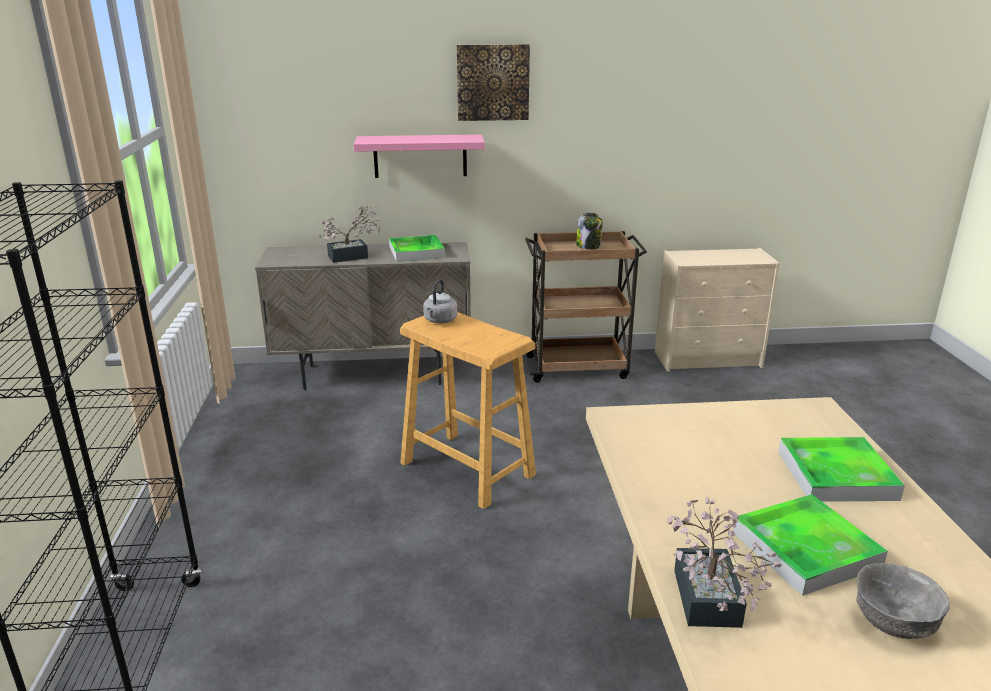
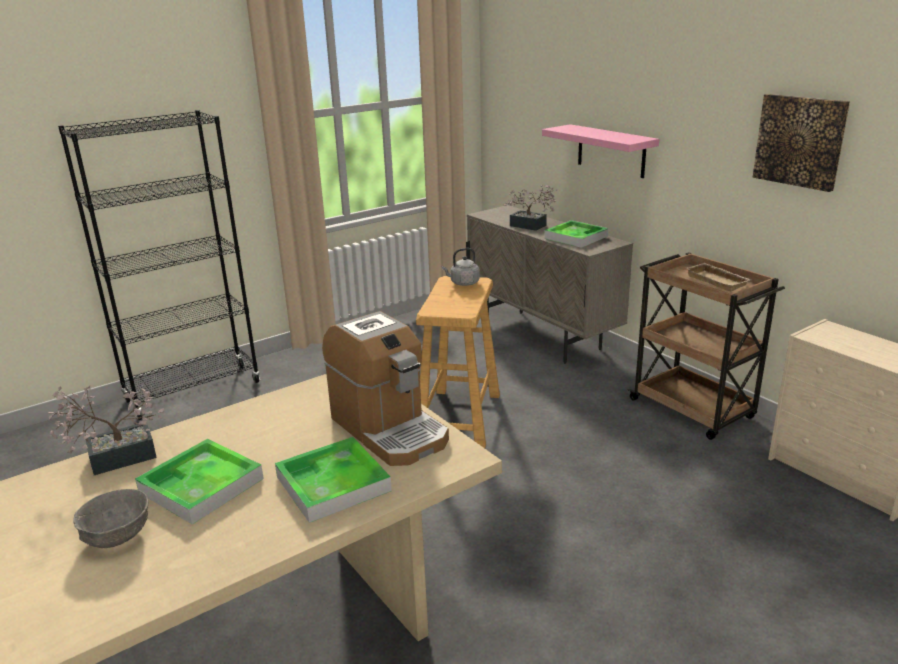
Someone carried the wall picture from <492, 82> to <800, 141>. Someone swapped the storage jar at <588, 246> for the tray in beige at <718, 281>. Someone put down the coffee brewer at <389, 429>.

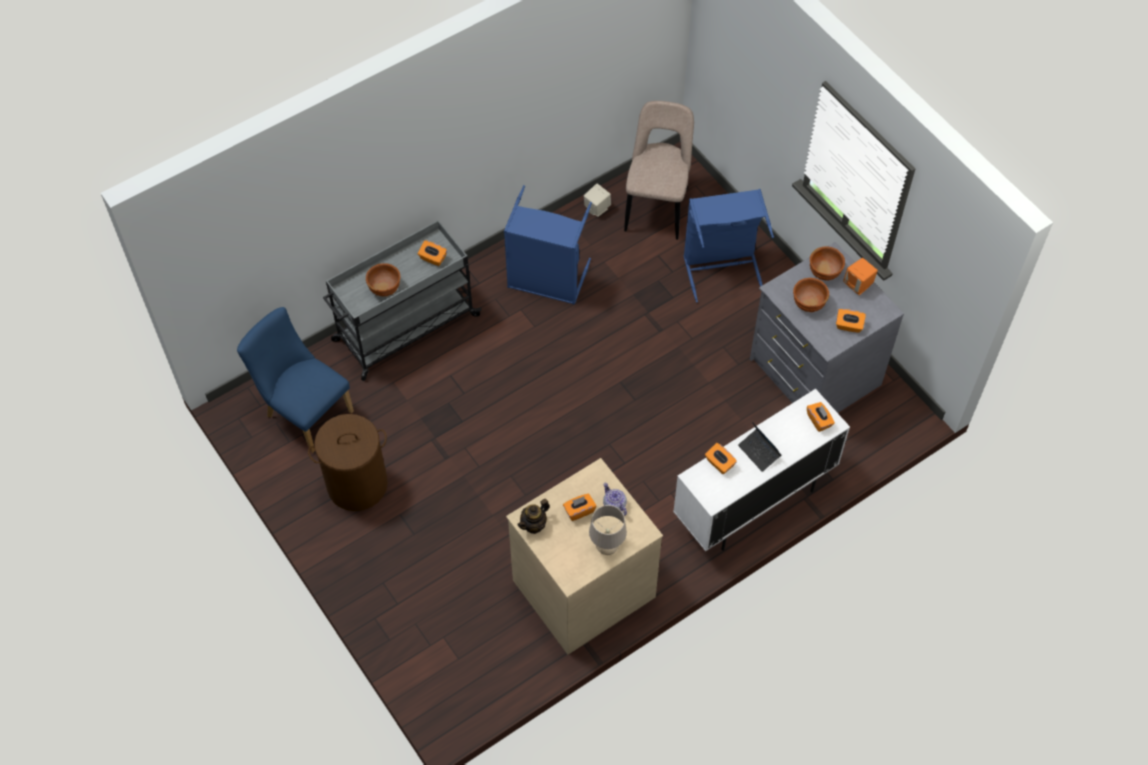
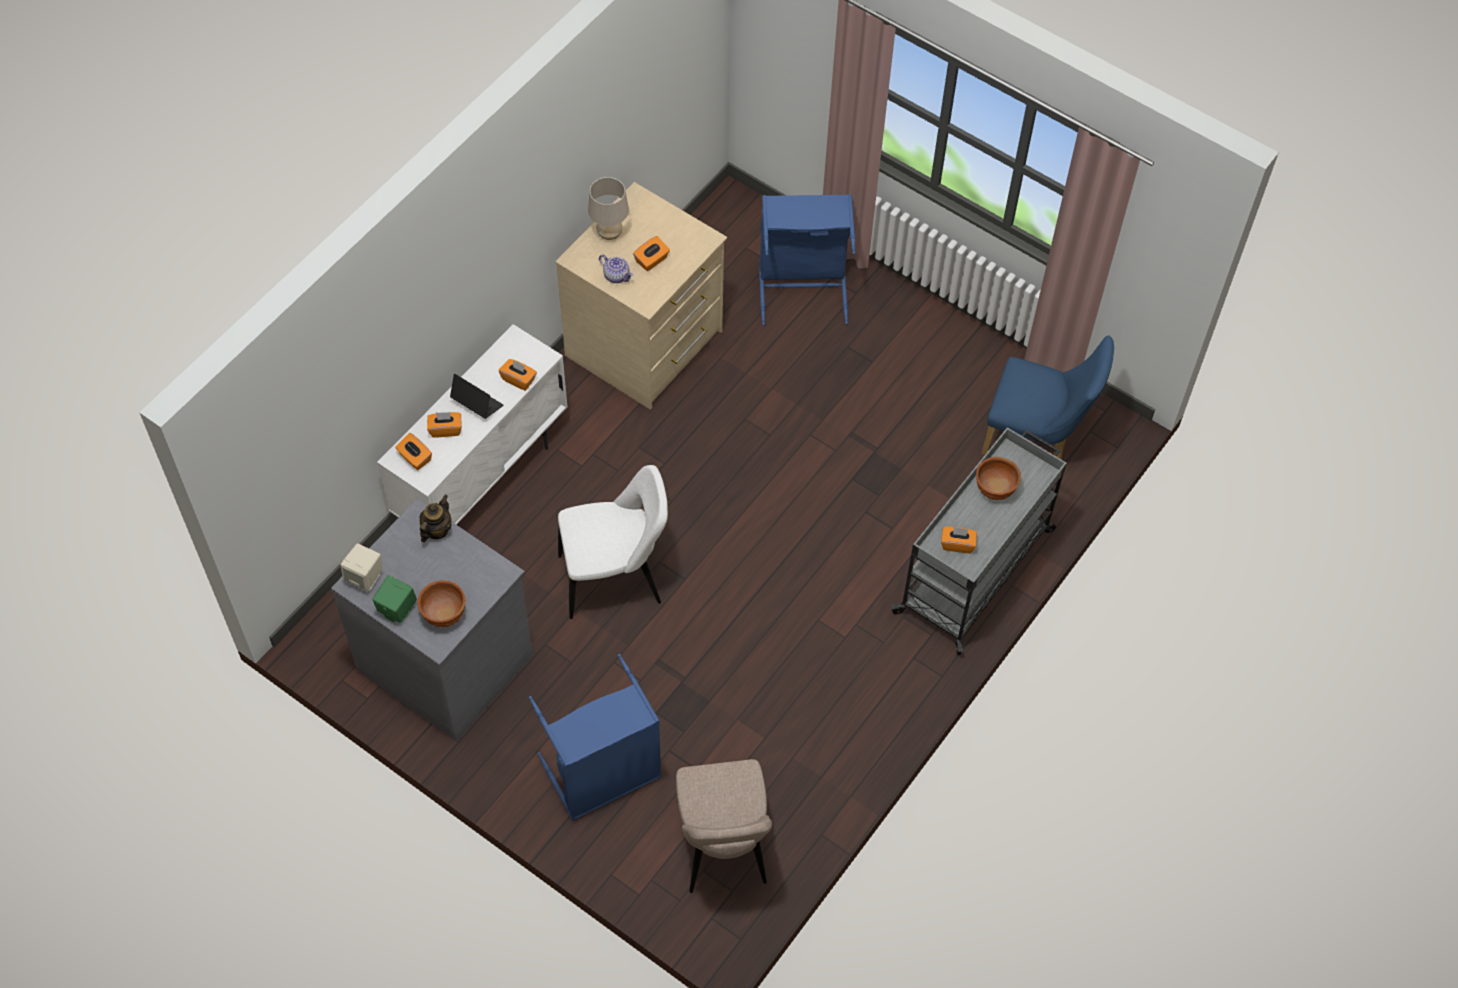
Someone carried the audio speaker in beige from <596, 208> to <365, 577>. Someone carried the washing basket in blue-coloured from <546, 281> to <802, 287>. Someone repainted the audio speaker in orangey at <858, 285>, which became the audio speaker in green-coloured at <396, 609>. Someone took away the deep dish in brown-coloured at <808, 303>. Someone carried the tissue box in orangey from <849, 326> to <445, 429>. Someone took away the washing basket in brown-coloured at <357, 485>. Someone carried the pot for tea from <534, 525> to <436, 530>. Someone put down the plain chair in white at <615, 579>.

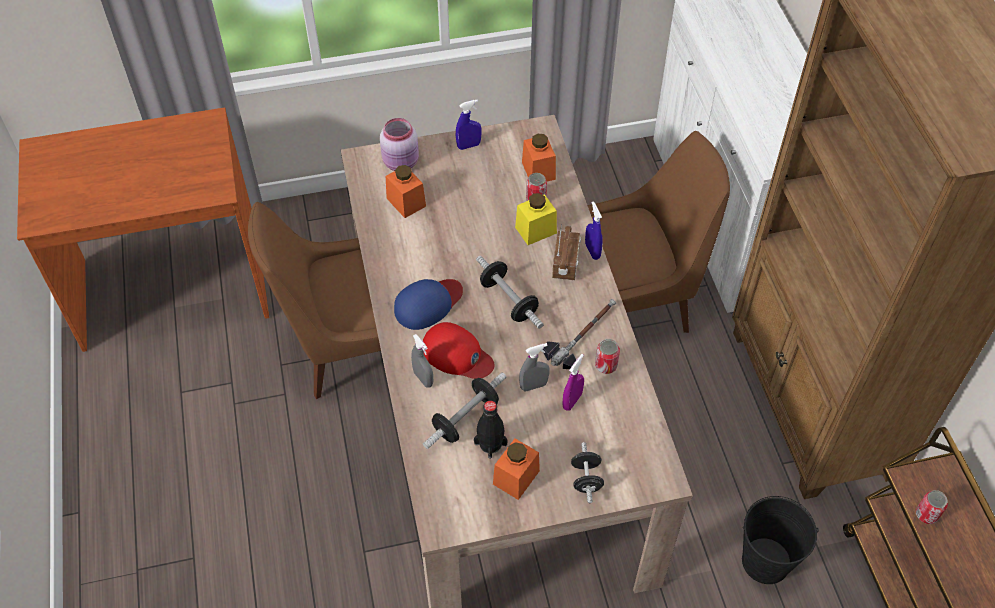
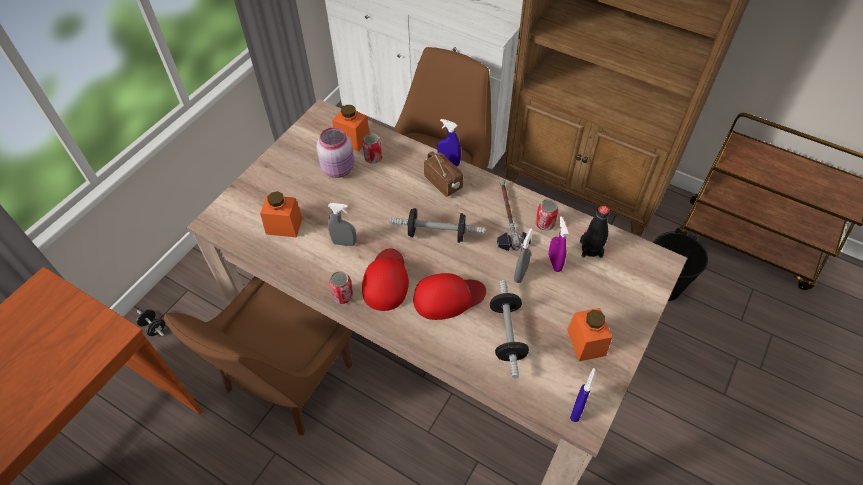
Someone carried the hand sprayer in blue-coloured from <469, 145> to <577, 410>. Someone carried the storage jar in pinkish from <402, 163> to <339, 168>. Someone took away the storage jar in yellow at <536, 230>. Someone repainted the peaked cap in blue-coloured at <428, 304>, which became the peaked cap in red-coloured at <386, 281>. Someone carried the hand sprayer in greyish from <423, 378> to <344, 243>. Someone carried the bottle in blackish from <490, 444> to <590, 249>. Someone carried the hand weight in blackish from <586, 479> to <154, 327>. Someone carried the sealed can from <926, 514> to <343, 296>.

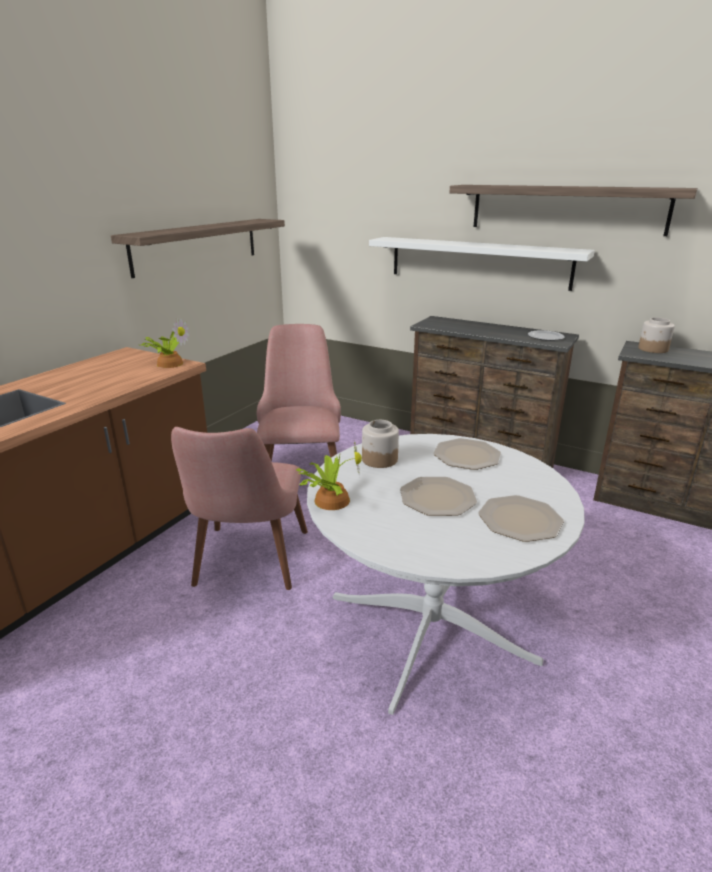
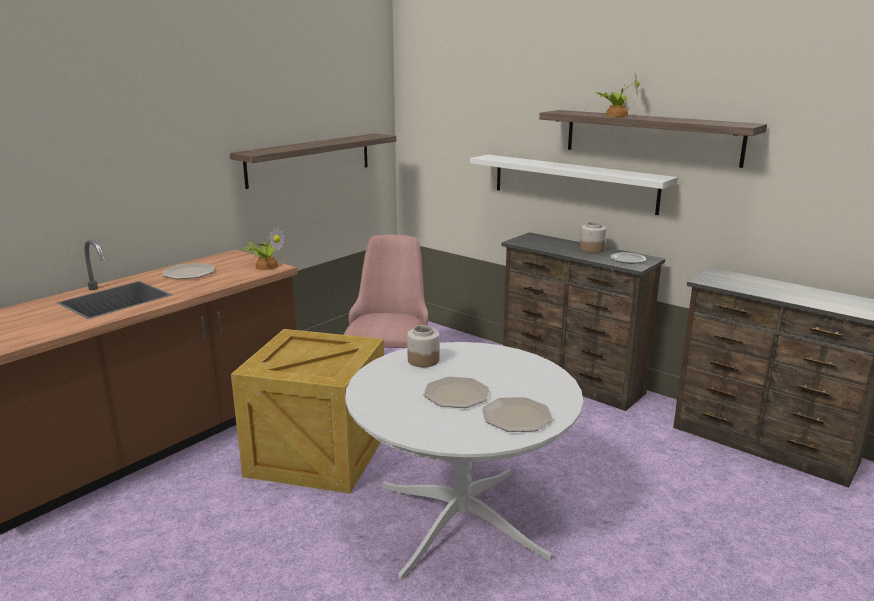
Someone carried the storage jar from <653, 349> to <591, 249>. Someone swapped the plain chair in pinkish at <248, 567> for the shipping crate at <315, 454>. Someone carried the dinner plate from <467, 455> to <189, 272>. Someone carried the houseplant from <330, 500> to <615, 115>.

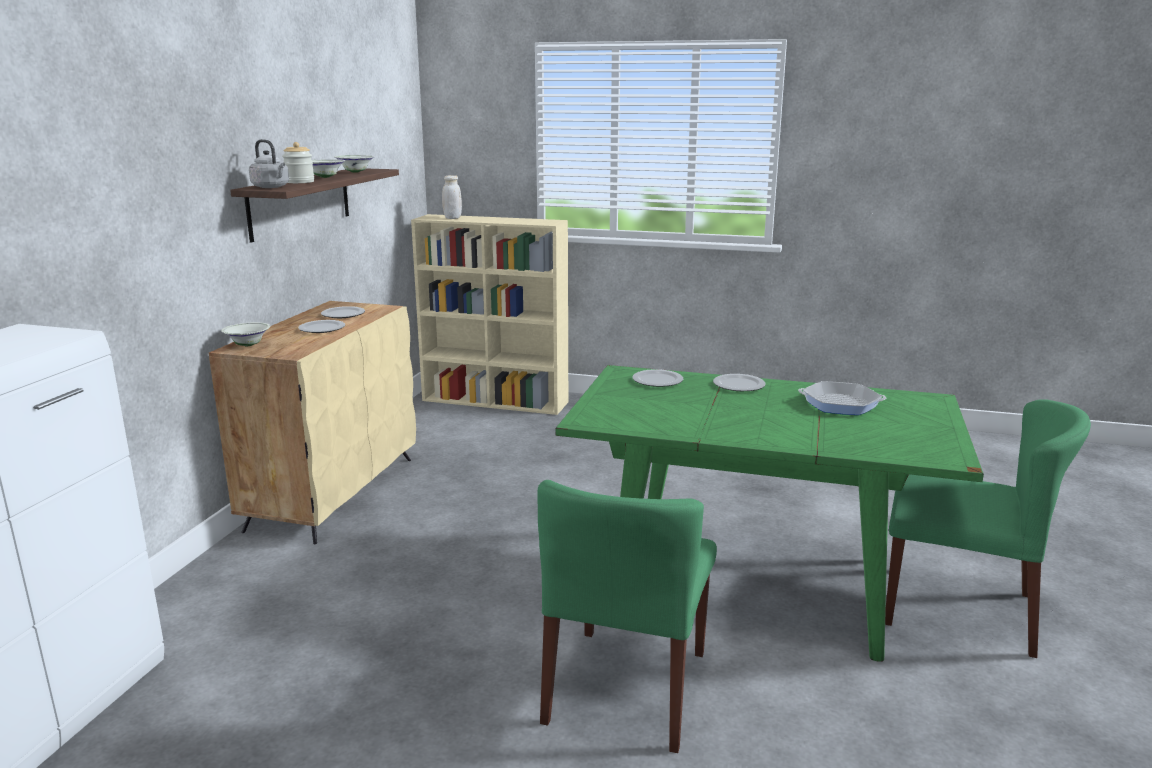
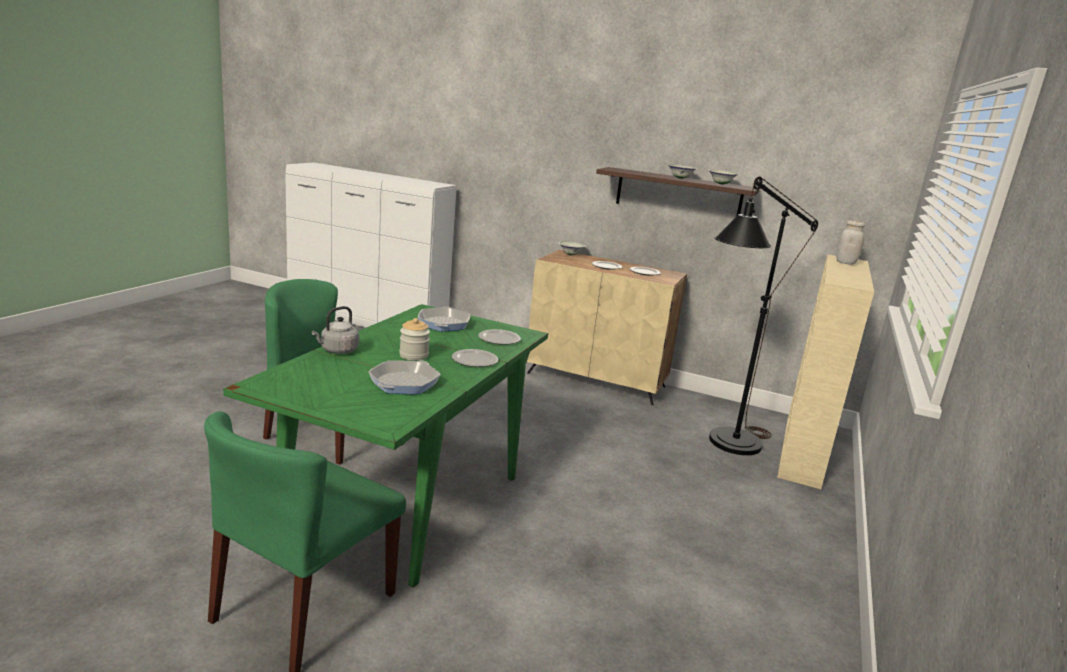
Someone carried the kettle in greyish from <272, 187> to <337, 351>. Someone carried the storage jar from <299, 182> to <414, 355>. Someone put down the standard lamp in blackish at <726, 446>. Someone put down the pan at <443, 324>.

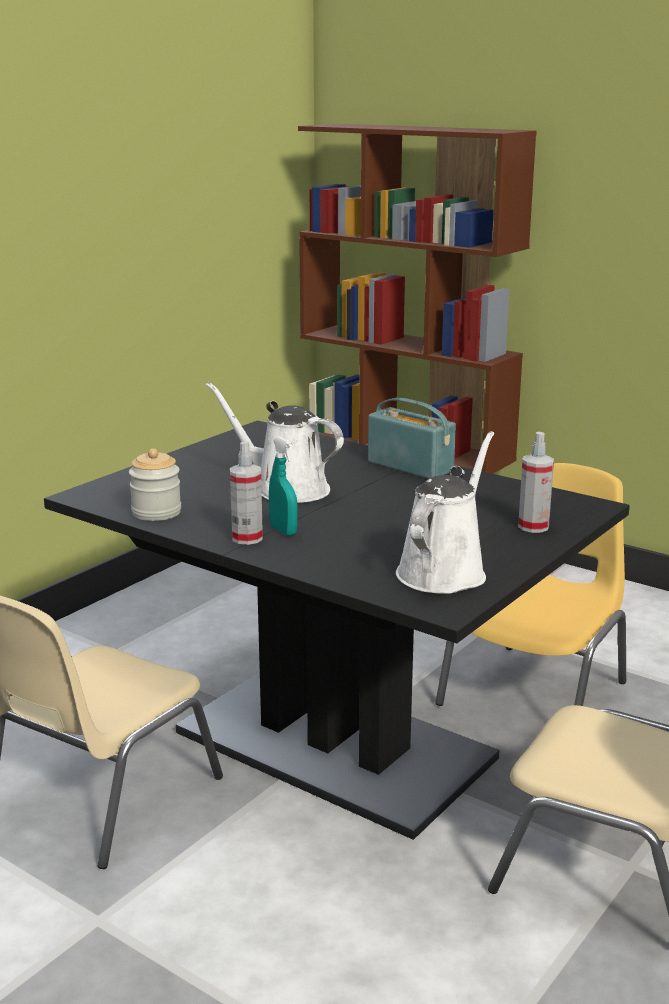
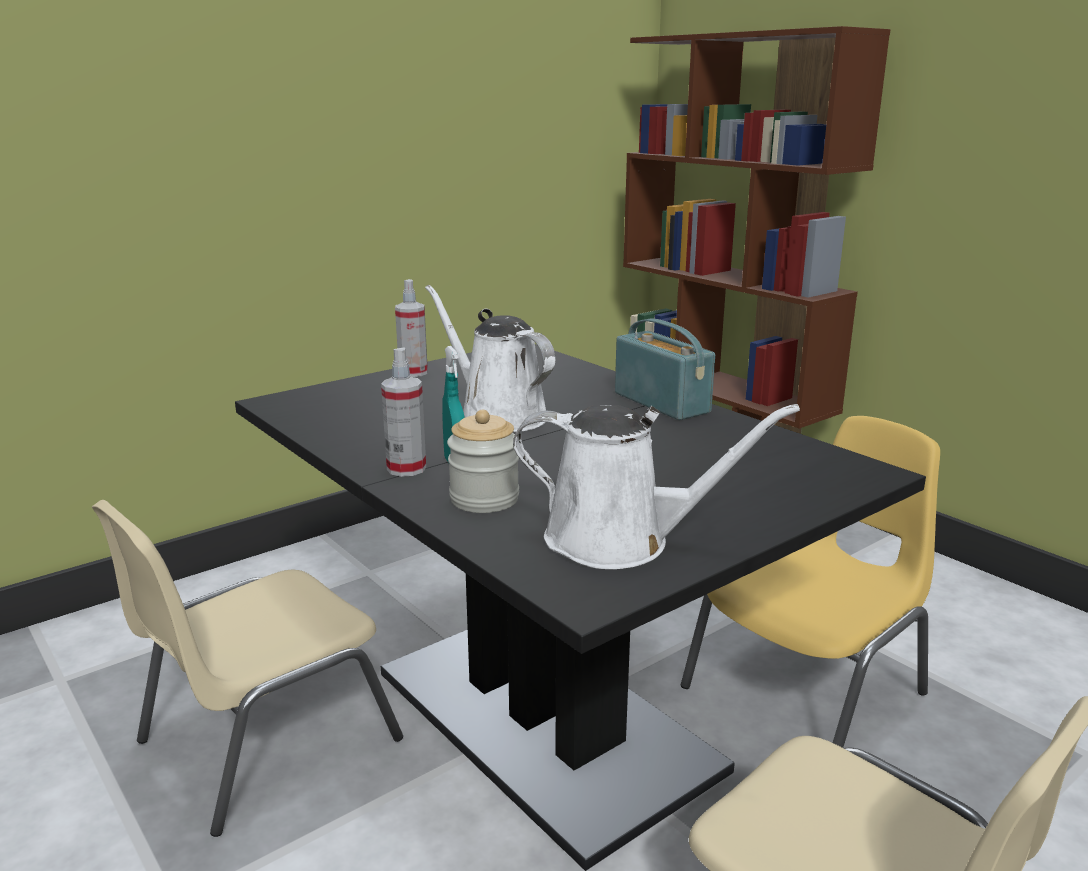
Someone rotated the sprinkling can in white at <444, 571> by 60 degrees clockwise. Someone carried the hand sprayer from <533, 526> to <413, 372>. Someone carried the storage jar from <156, 512> to <484, 499>.

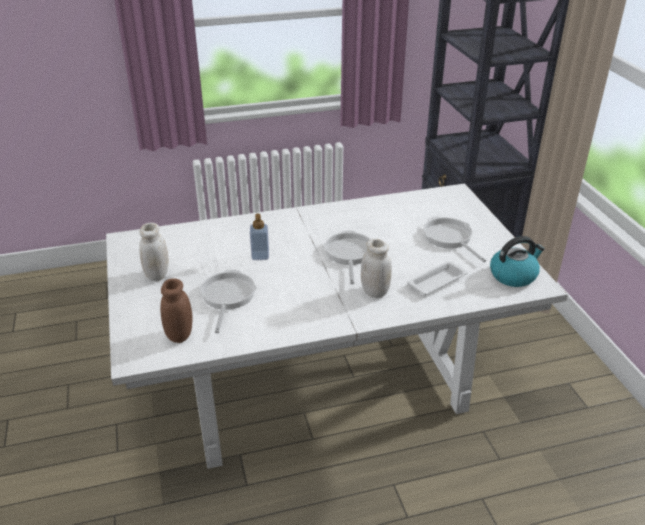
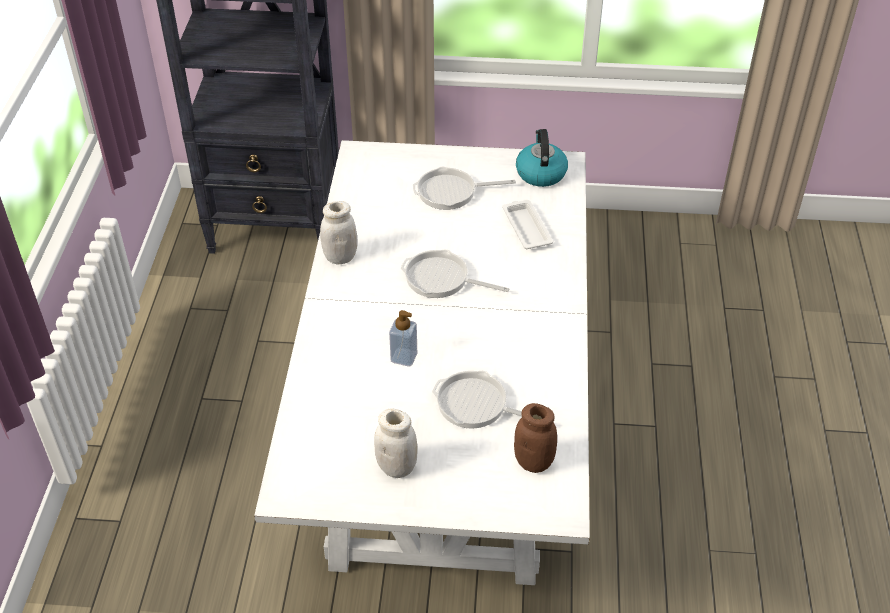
Someone carried the storage jar in white from <375, 292> to <340, 257>.

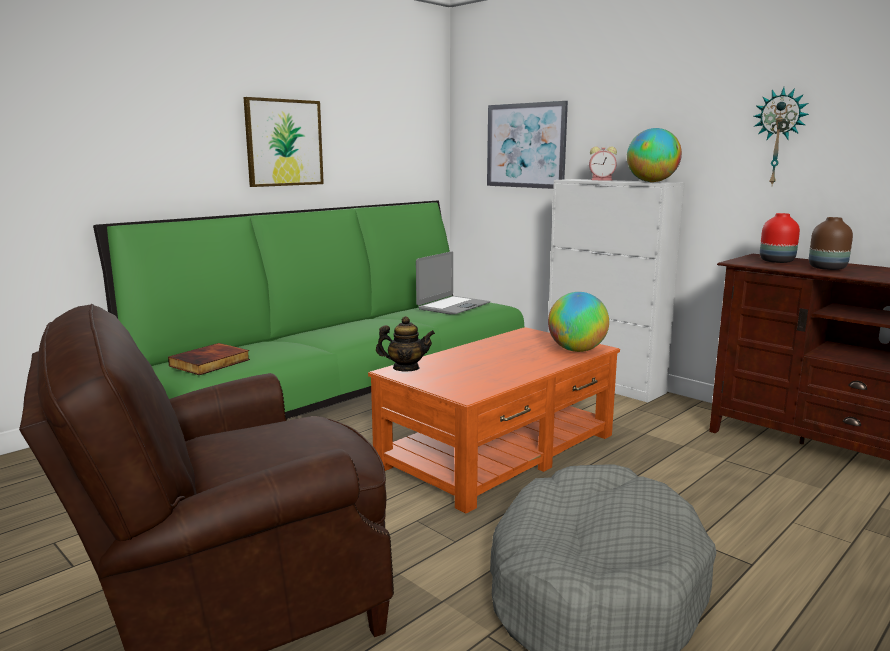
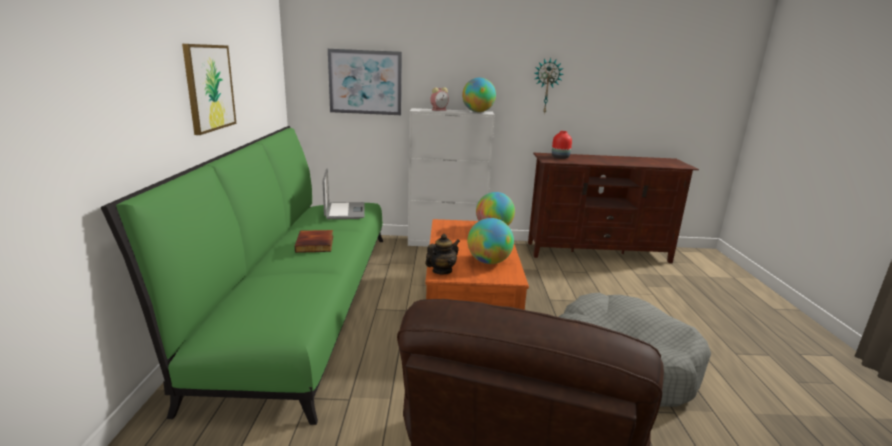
Someone took away the vase in brown-coloured at <827, 268>. Someone carried the bound book from <210, 363> to <316, 244>. Someone put down the desk globe at <489, 262>.

